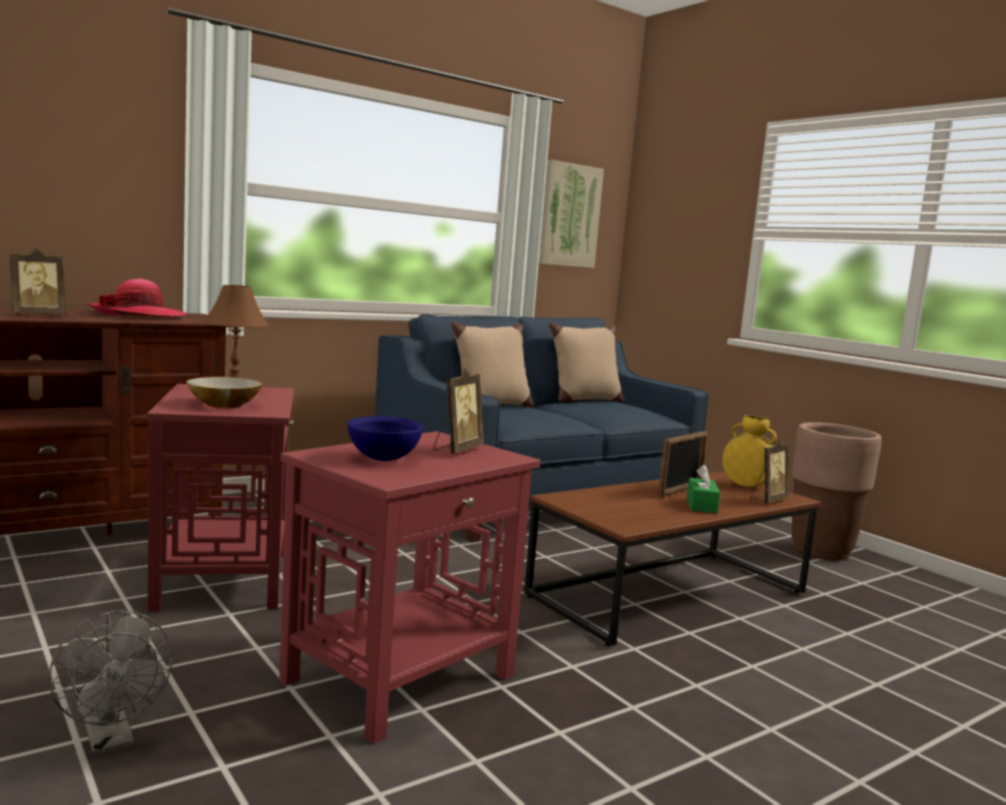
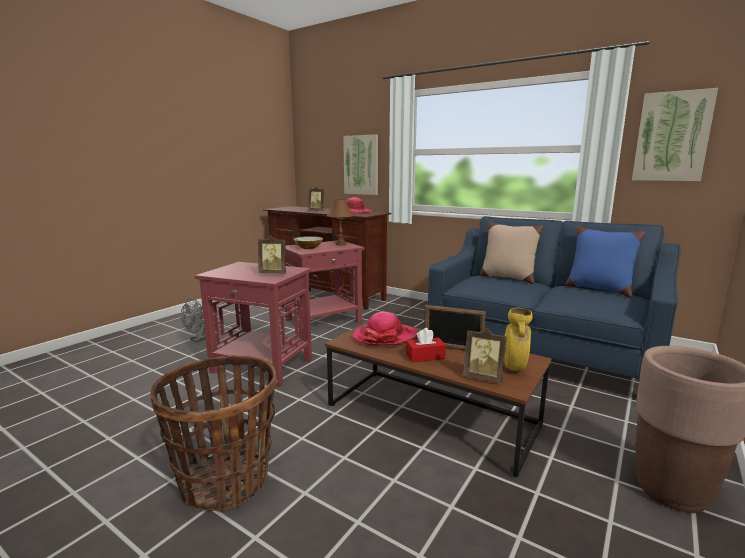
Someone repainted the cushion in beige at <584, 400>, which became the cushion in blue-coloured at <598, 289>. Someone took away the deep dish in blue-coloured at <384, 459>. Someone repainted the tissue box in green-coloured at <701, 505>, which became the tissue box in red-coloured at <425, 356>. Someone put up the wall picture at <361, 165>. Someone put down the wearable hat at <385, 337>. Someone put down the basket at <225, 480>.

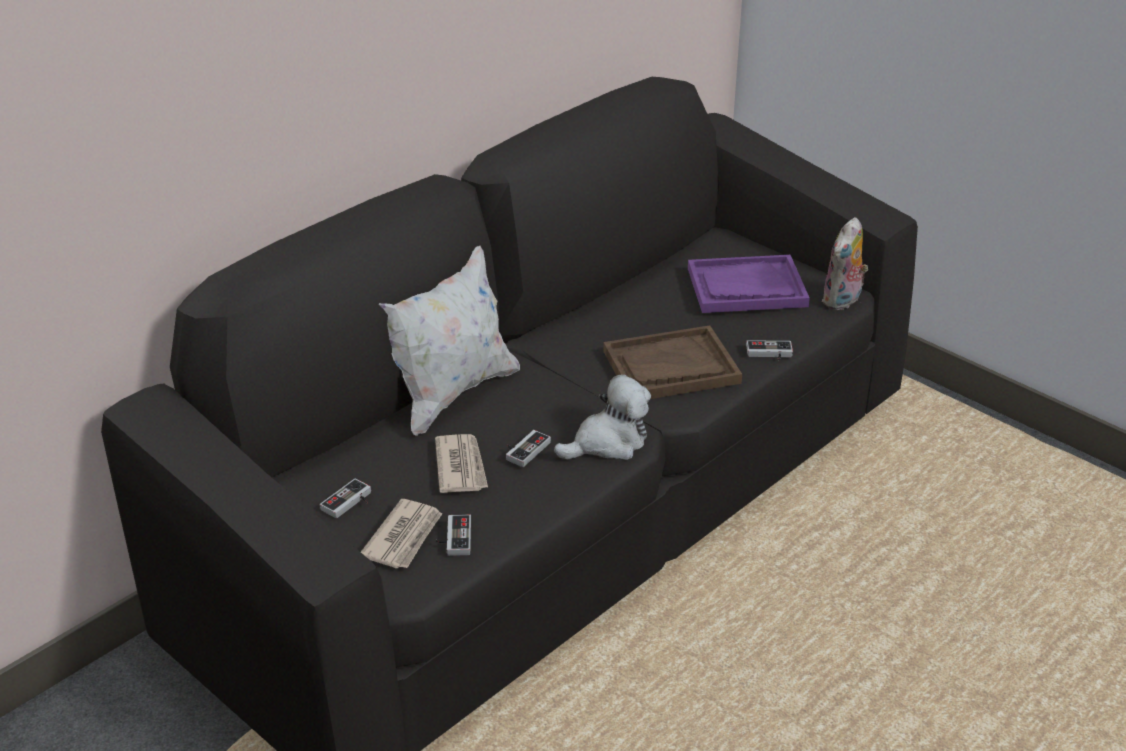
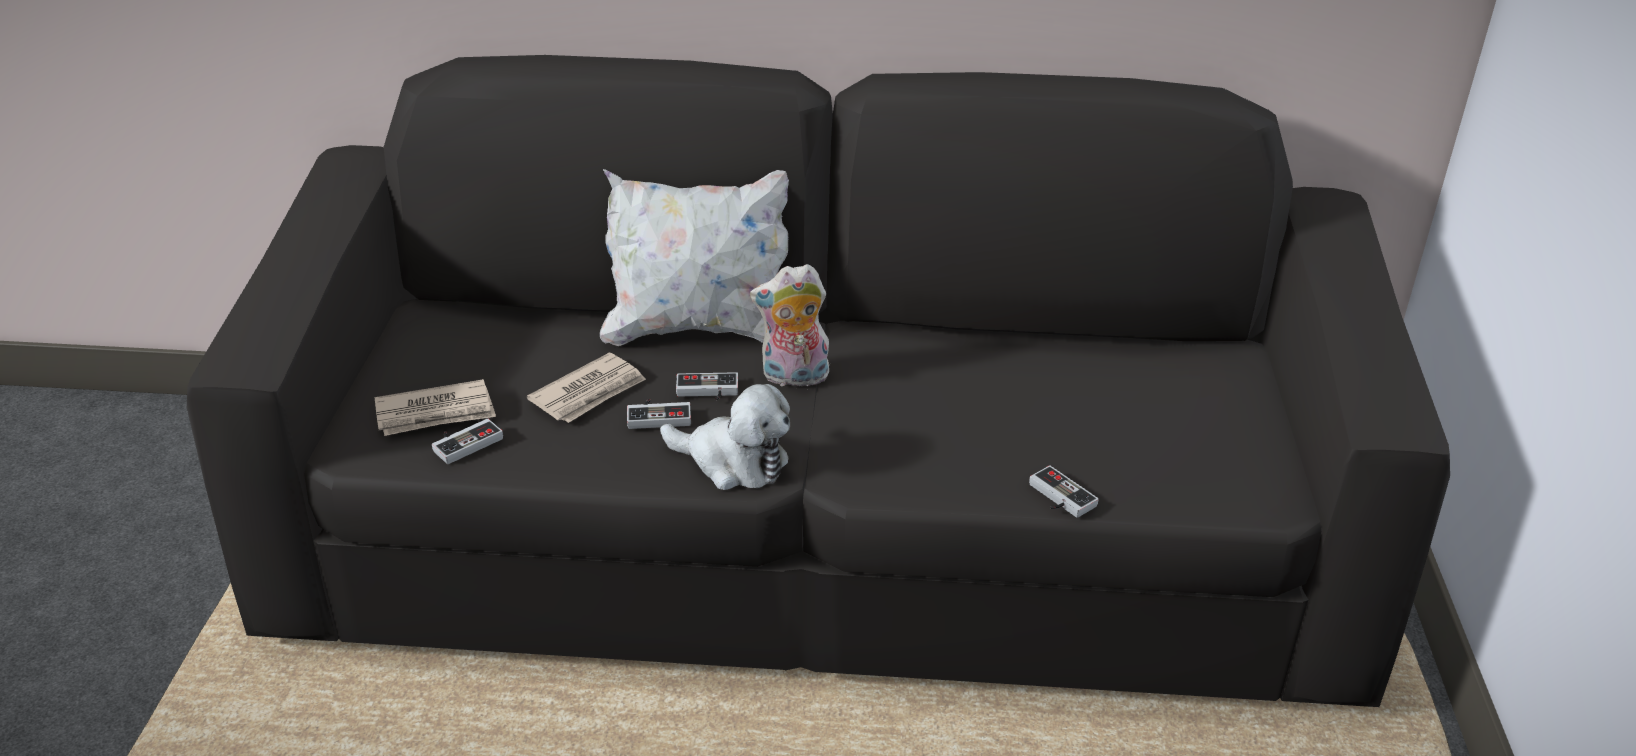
Someone carried the soft toy from <843, 301> to <793, 378>. Someone took away the tray in purple-coloured at <746, 287>. Someone took away the tray in brown-coloured at <671, 367>. Someone carried the gamepad from <350, 503> to <707, 392>.

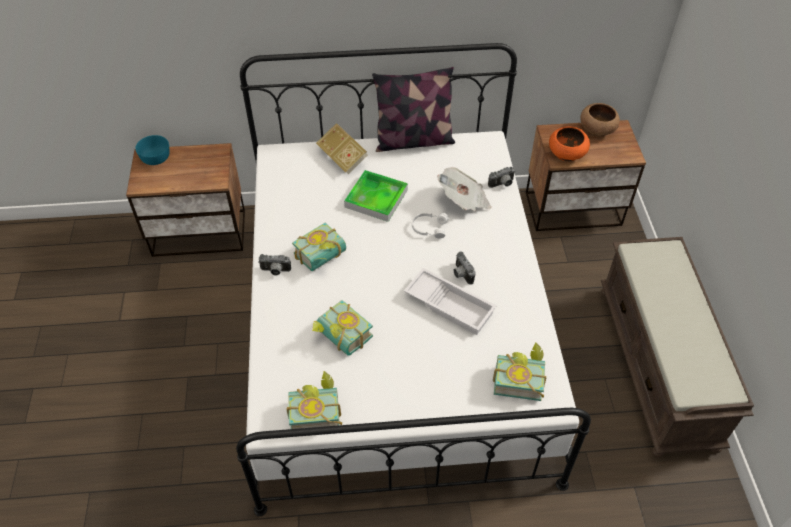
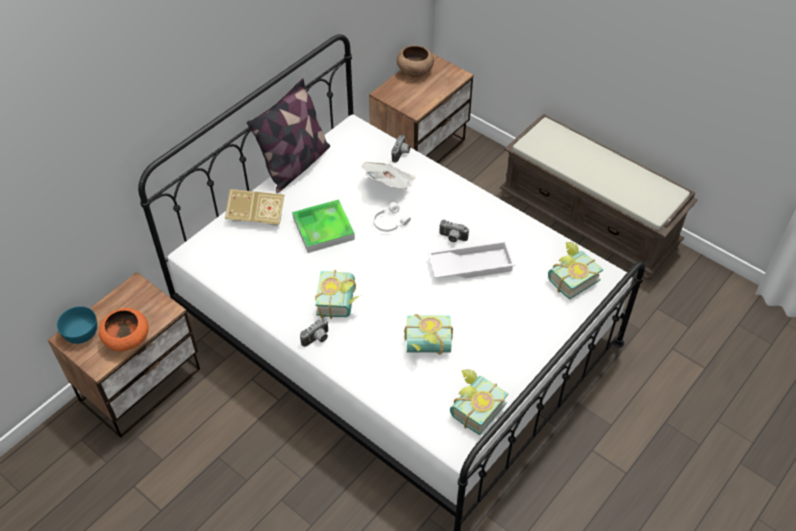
Someone carried the deep dish in orangey from <566, 154> to <127, 339>.

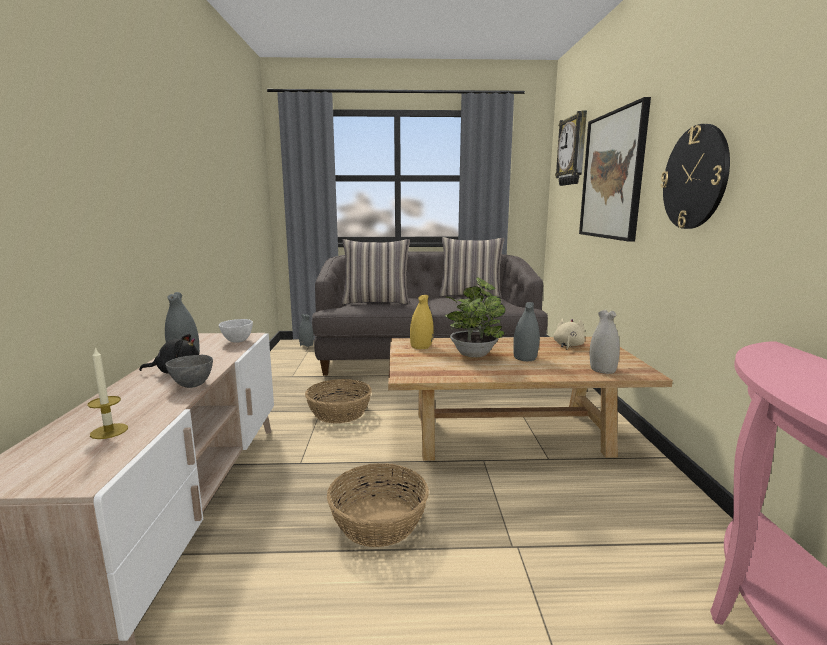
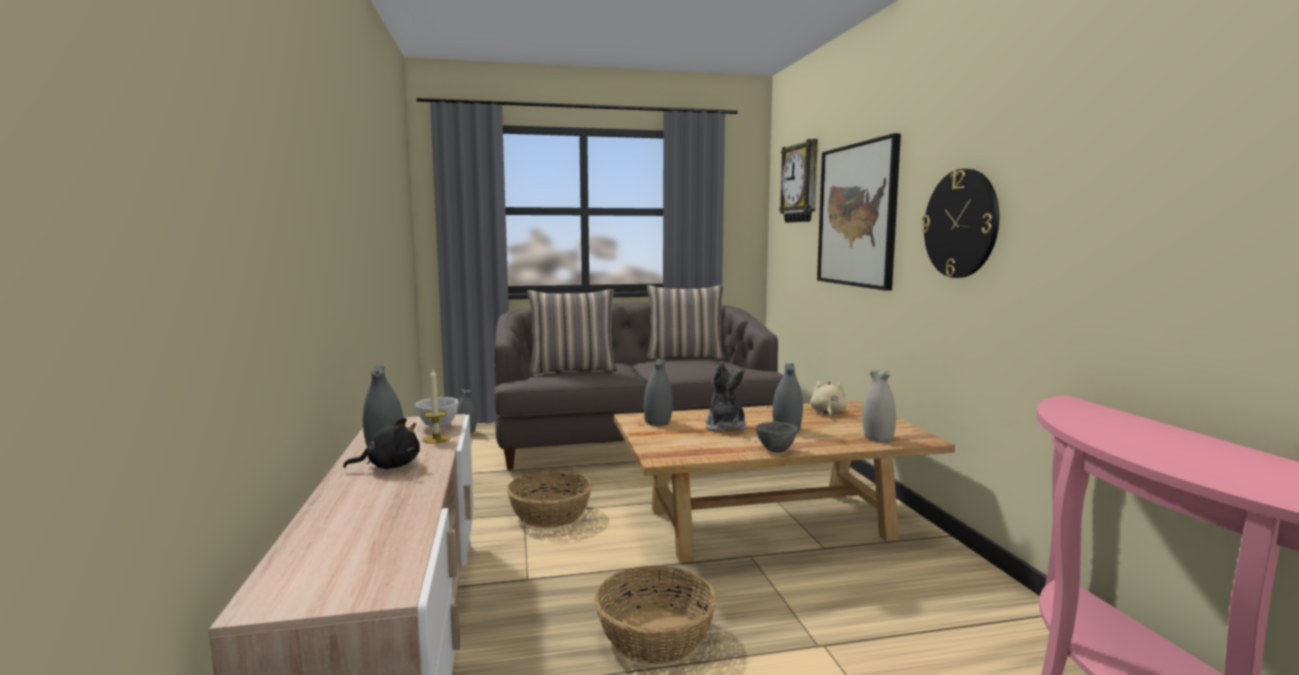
Someone swapped the houseplant at <474, 353> for the soft toy at <725, 427>. Someone repainted the vase in yellow at <421, 346>, which became the vase in greyish at <658, 422>. Someone carried the candle from <109, 431> to <436, 439>. Someone carried the deep dish in greyish from <192, 385> to <776, 450>.

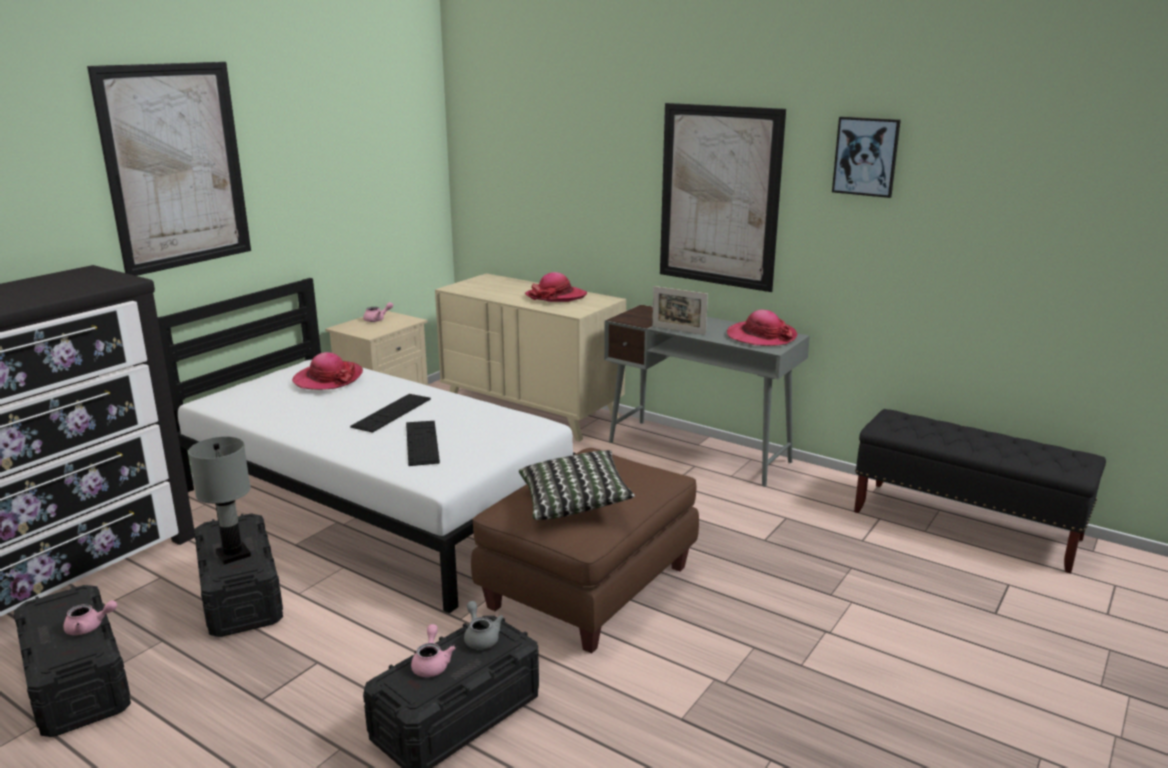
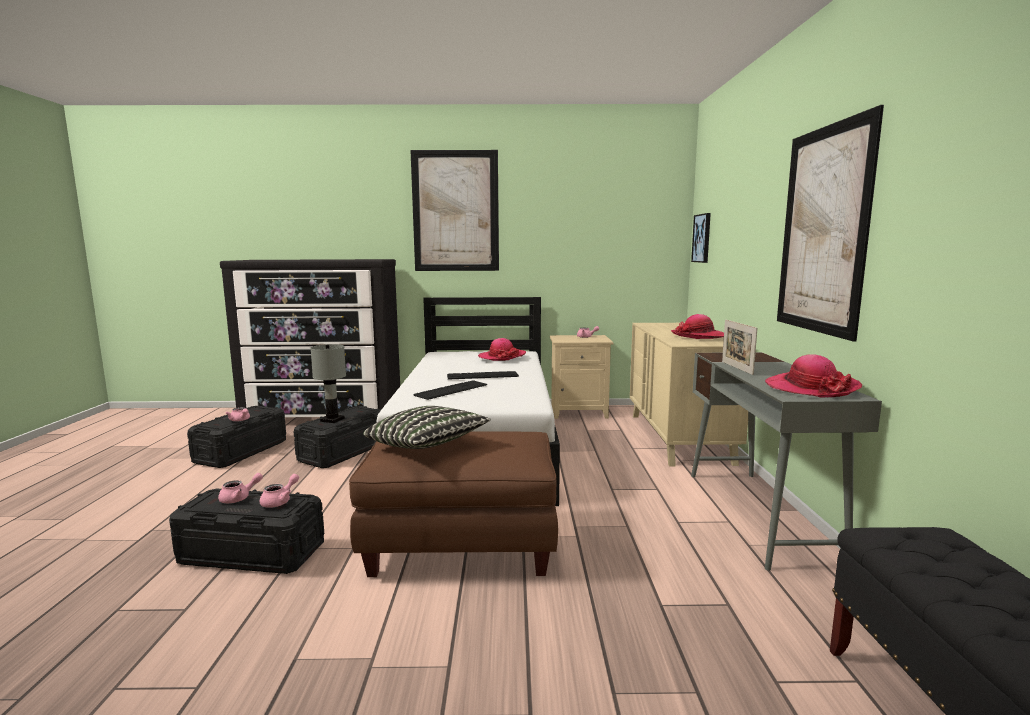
Someone carried the wall picture from <866, 156> to <702, 238>. Someone repainted the pot for tea in greyish at <481, 637>, which became the pot for tea in pinkish at <280, 501>.

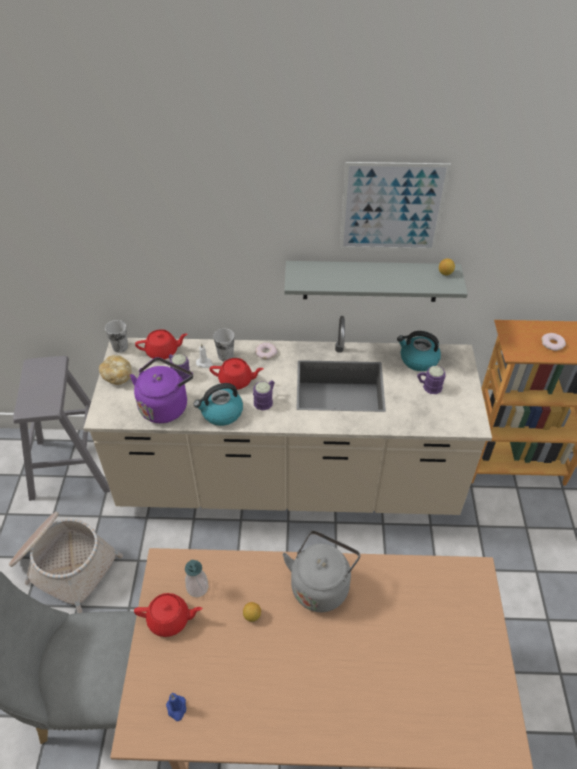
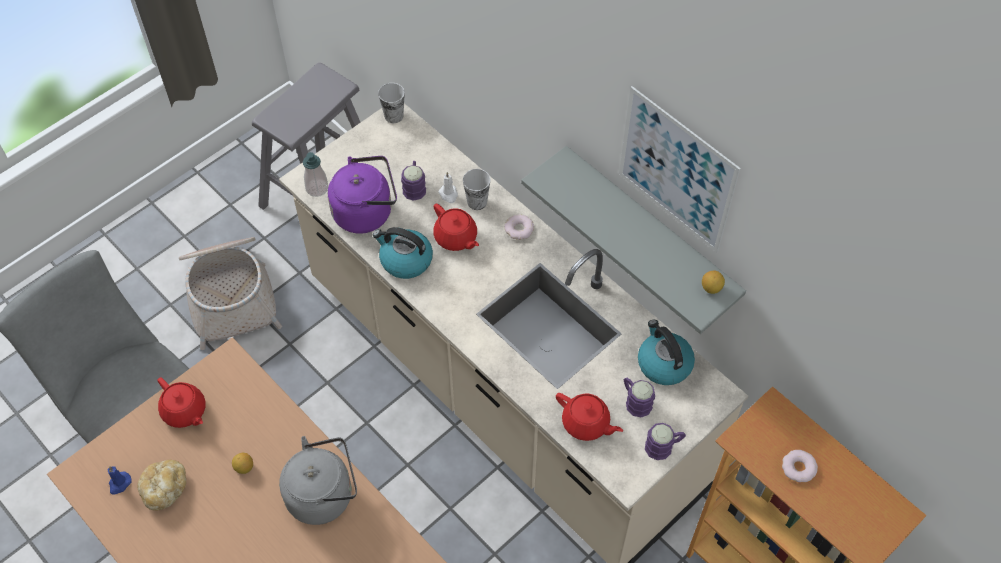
Someone carried the pot for tea in red-coloured from <163, 352> to <586, 423>. Someone carried the baked bread from <117, 375> to <165, 489>. Someone carried the mug in purple-coloured from <265, 400> to <663, 446>. Someone carried the soap dispenser from <197, 587> to <317, 188>.

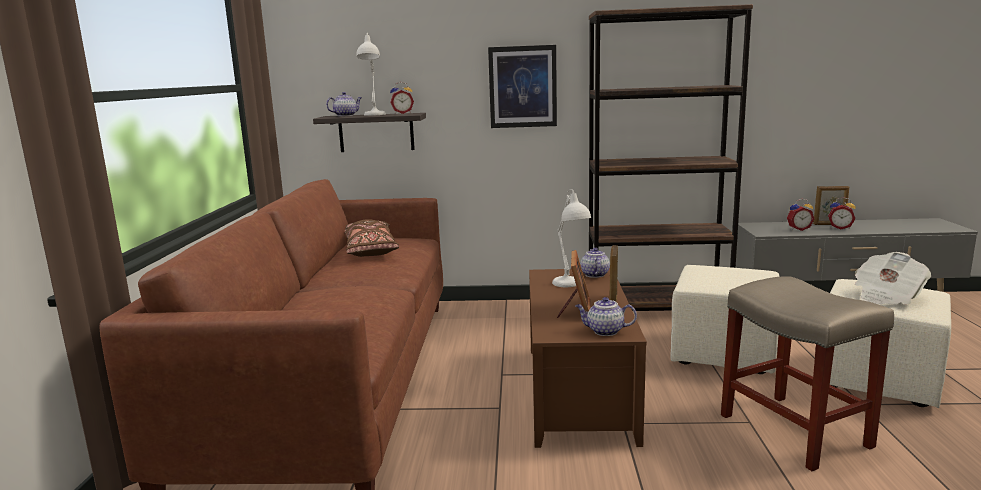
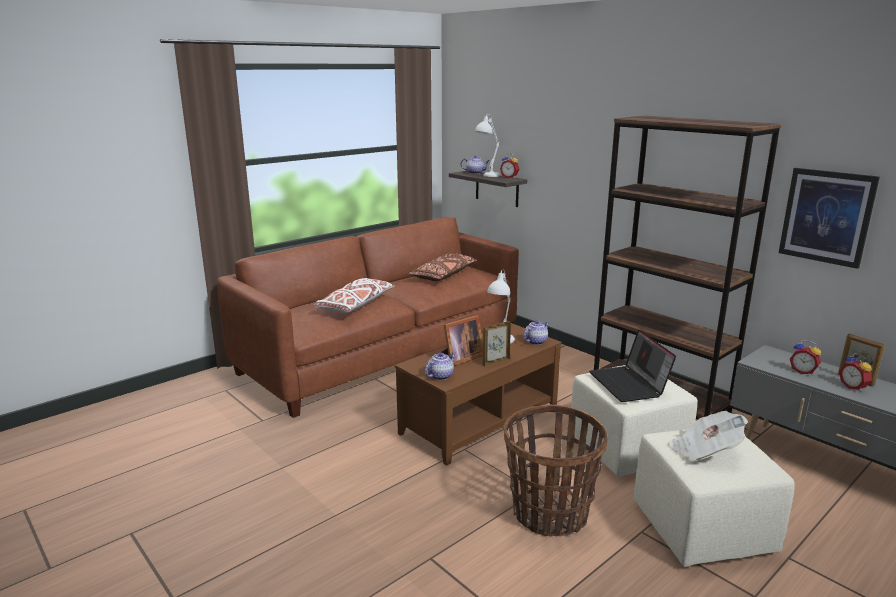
Someone carried the wall picture from <522, 87> to <826, 216>. Someone swapped the stool seat in beige at <796, 431> for the basket at <550, 514>. Someone rotated the pot for tea at <604, 331> by 75 degrees clockwise. Someone put down the cushion in white at <355, 305>. Someone put down the portable computer at <629, 384>.

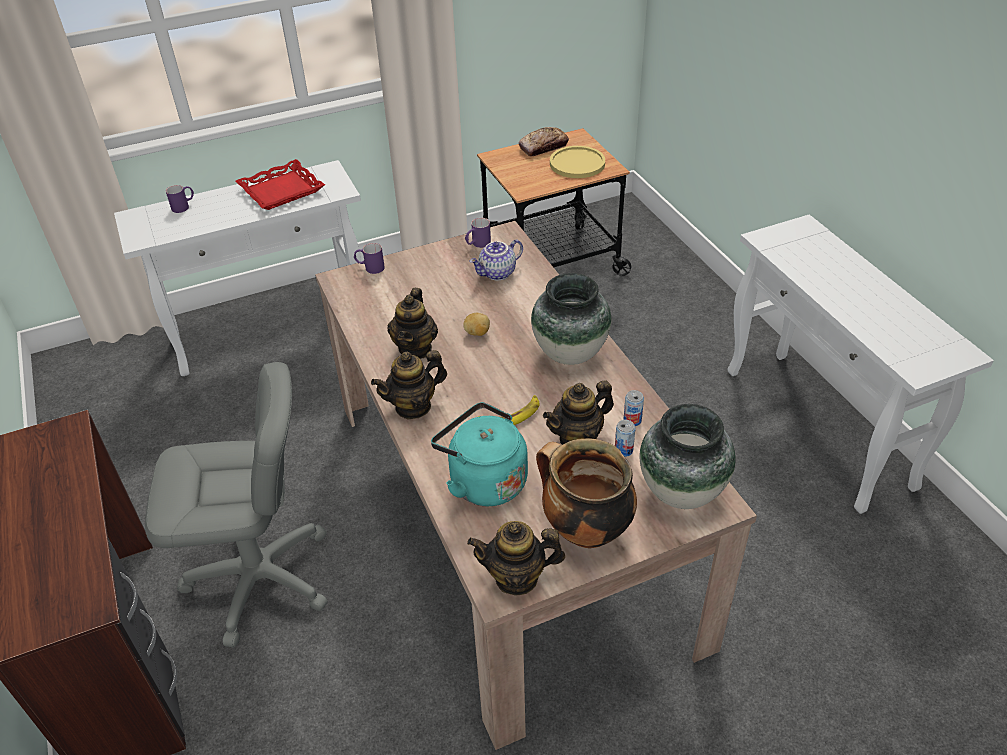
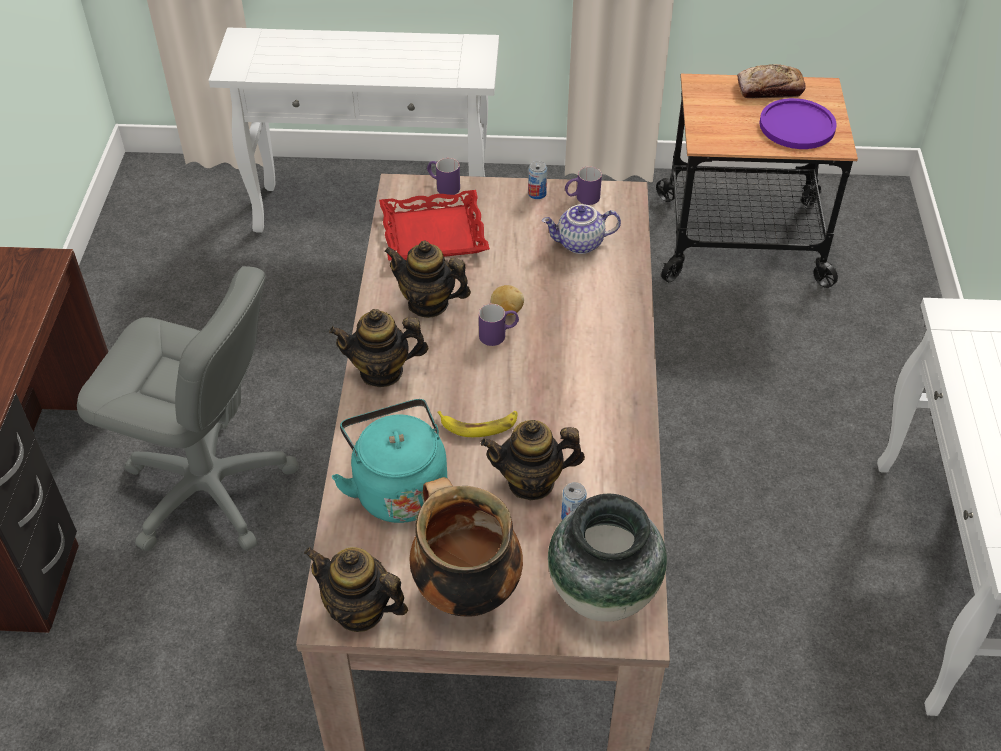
Someone repainted the dinner plate in yellow at <577, 163>, which became the dinner plate in purple-coloured at <797, 126>. Someone carried the tray in red-coloured from <281, 190> to <434, 233>. Someone carried the mug in purple-coloured from <184, 206> to <498, 335>. Someone took away the vase at <569, 353>. Someone rotated the pot for tea at <415, 348> by 75 degrees clockwise. Someone carried the sealed can from <632, 420> to <537, 194>.

